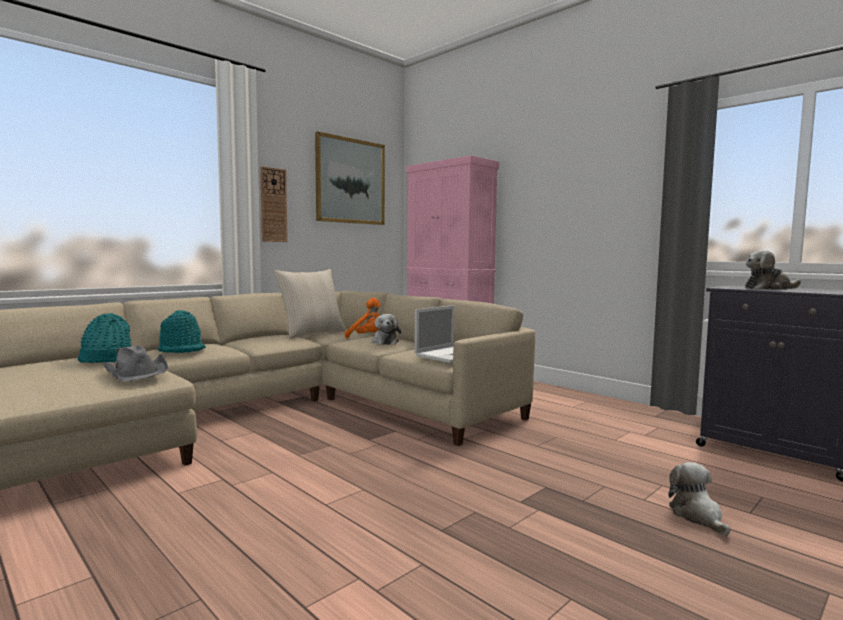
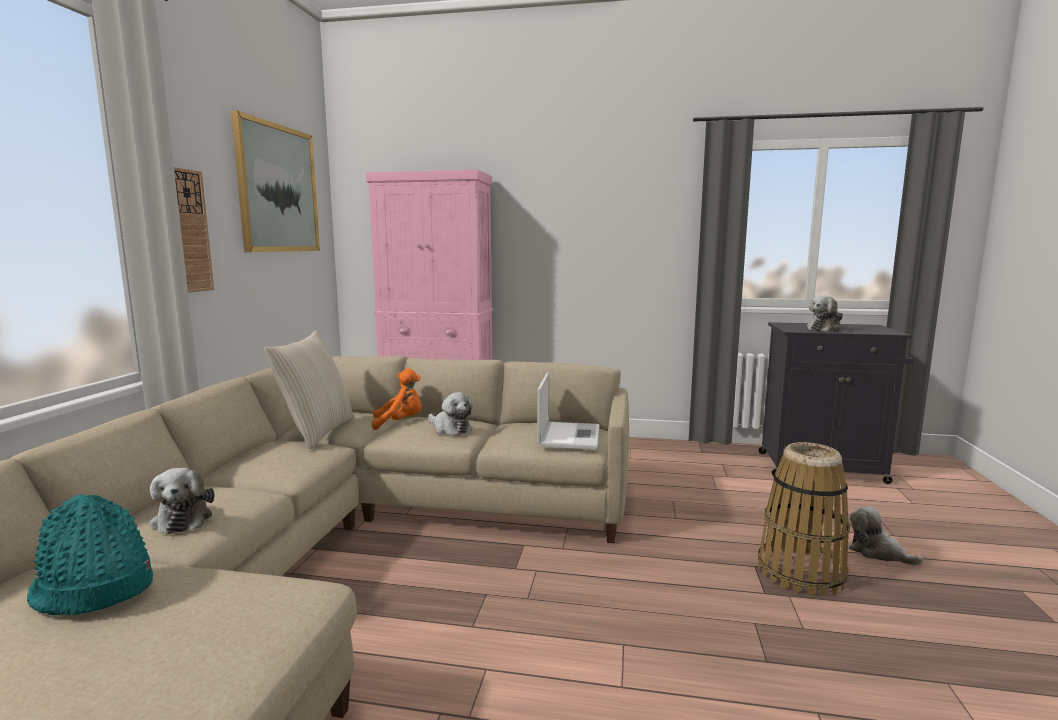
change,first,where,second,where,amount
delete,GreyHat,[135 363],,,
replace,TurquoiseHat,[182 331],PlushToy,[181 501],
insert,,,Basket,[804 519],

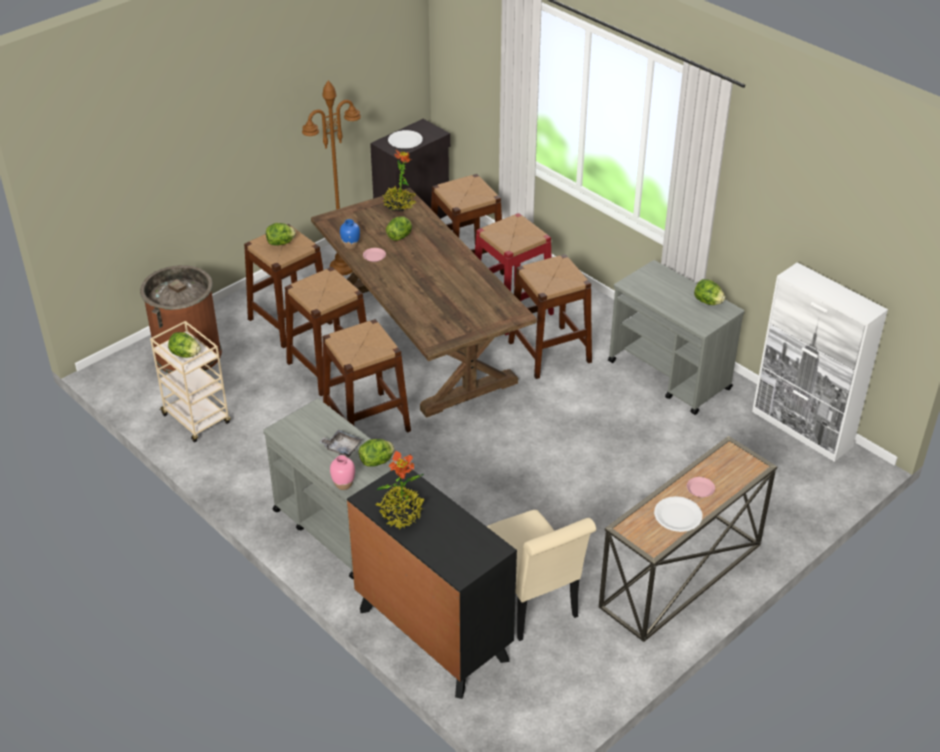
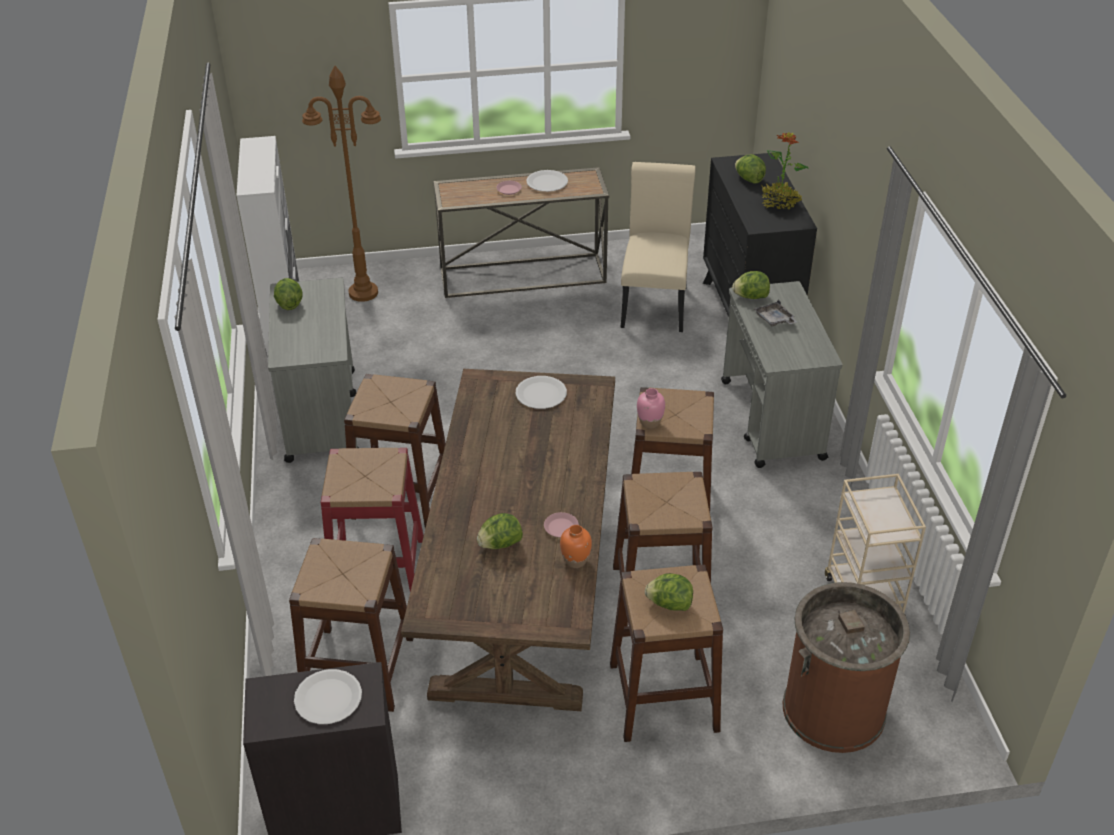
change,first,where,second,where,amount
move,Lettuce,[184 345],,[750 169],
move,BrownFloorLamp,[331 178],,[341 184],
move,PinkVase,[342 472],,[651 408],
recolor,BlueVase,[350 234],OrangeVase,[576 546],
delete,PottedPlant,[399 180],,,
insert,,,WhitePlate,[541 392],

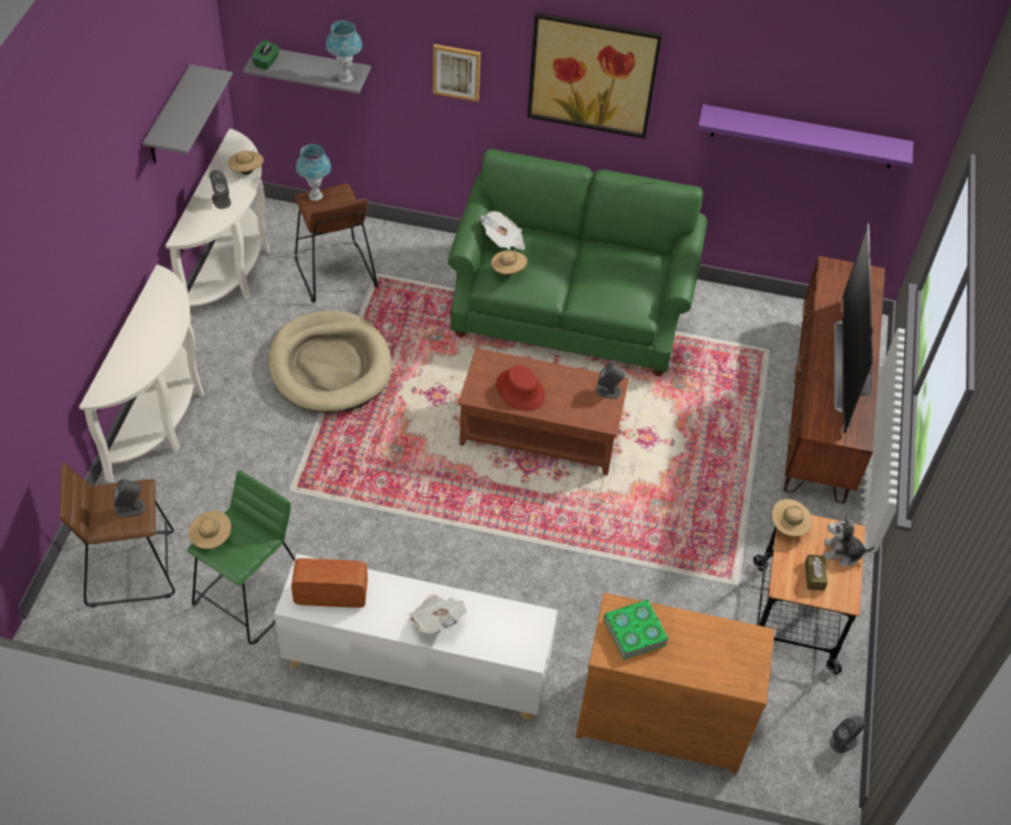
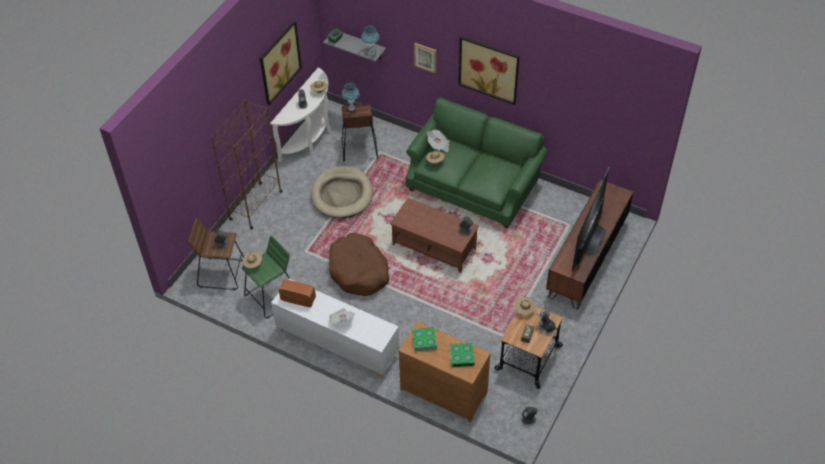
change,first,where,second,where,amount
replace,WhiteConsoleTable,[141 373],BrownBookcase,[247 164],
replace,GreyShelf,[188 114],Picture,[281 63],
delete,RedHat,[520 388],,,
delete,PurpleShelf,[805 136],,,
insert,,,BrownDogBed,[359 264],
insert,,,Book,[462 355],

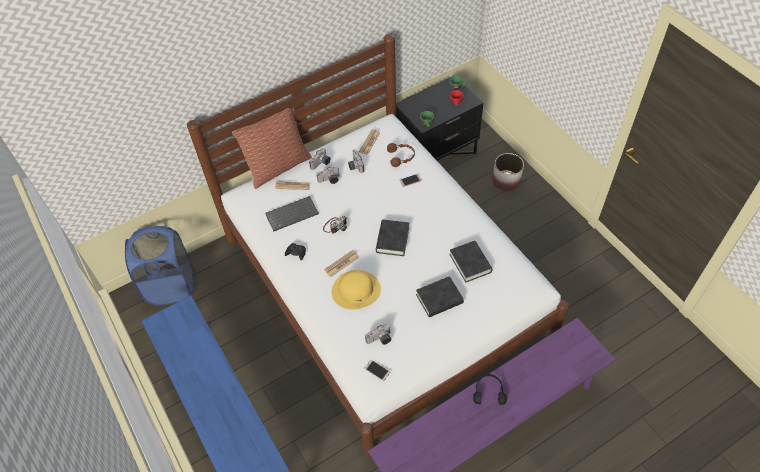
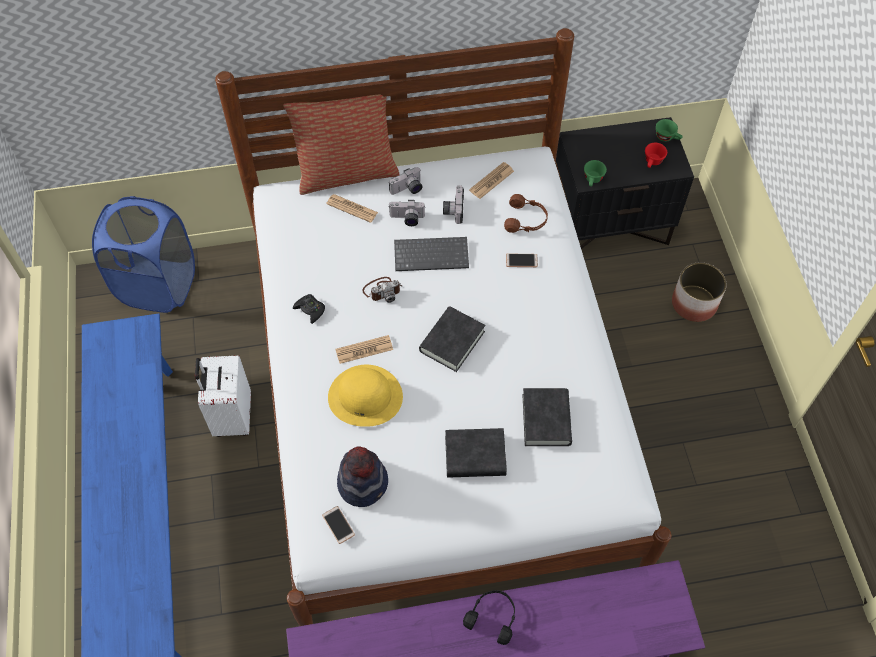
change,first,where,second,where,amount
move,Keyboard,[292 214],,[431 254],
replace,PhotoCamera,[378 334],Hat,[362 477],
insert,,,WhiteSuitcase,[223 396],

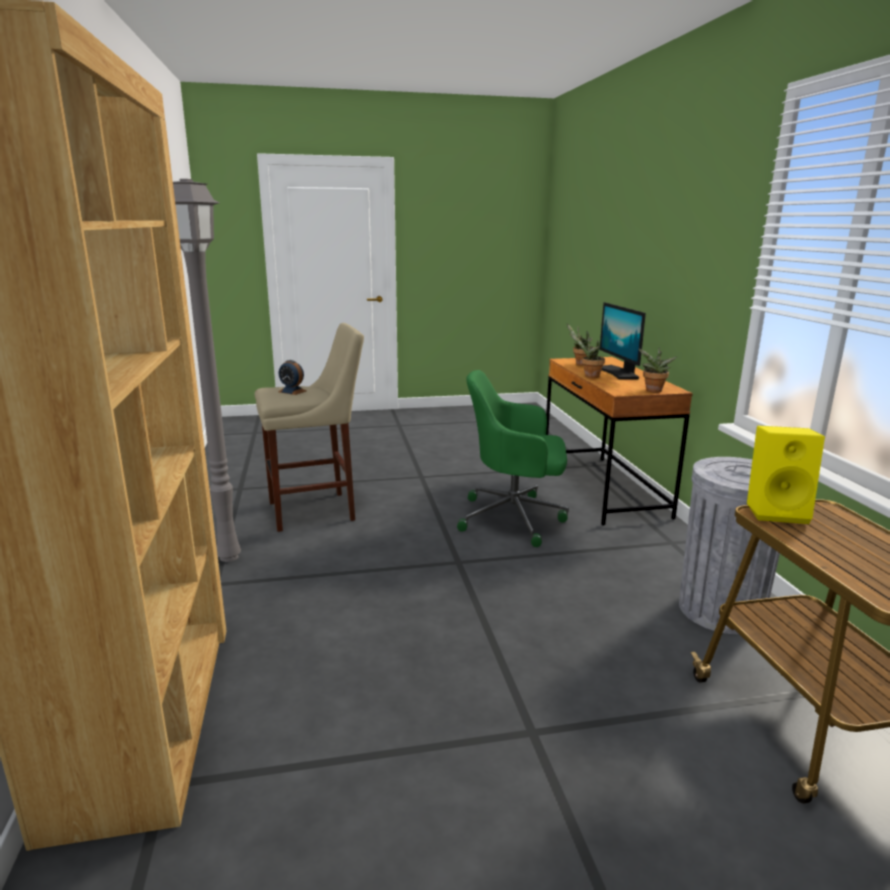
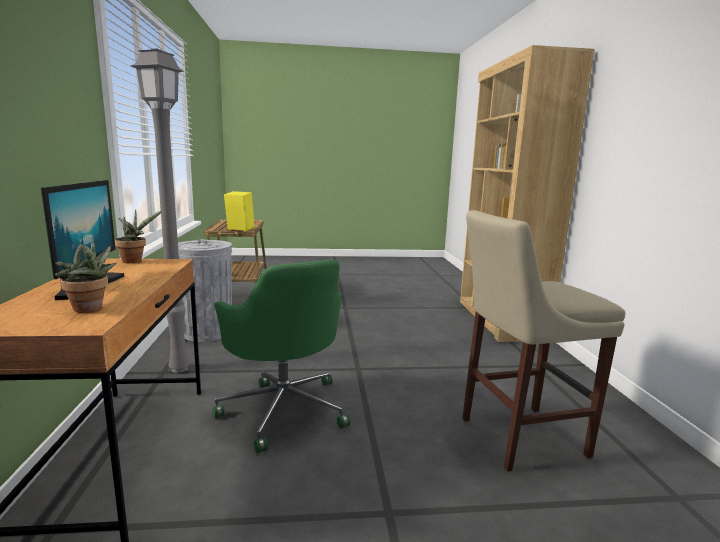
change,first,where,second,where,amount
move,GreyFloorLamp,[207 370],,[160 210],
delete,AlarmClock,[292 377],,,
rotate,GreenOfficeChair,[513 458],,[281 356],45 degrees clockwise
delete,PottedPlant,[587 355],,,

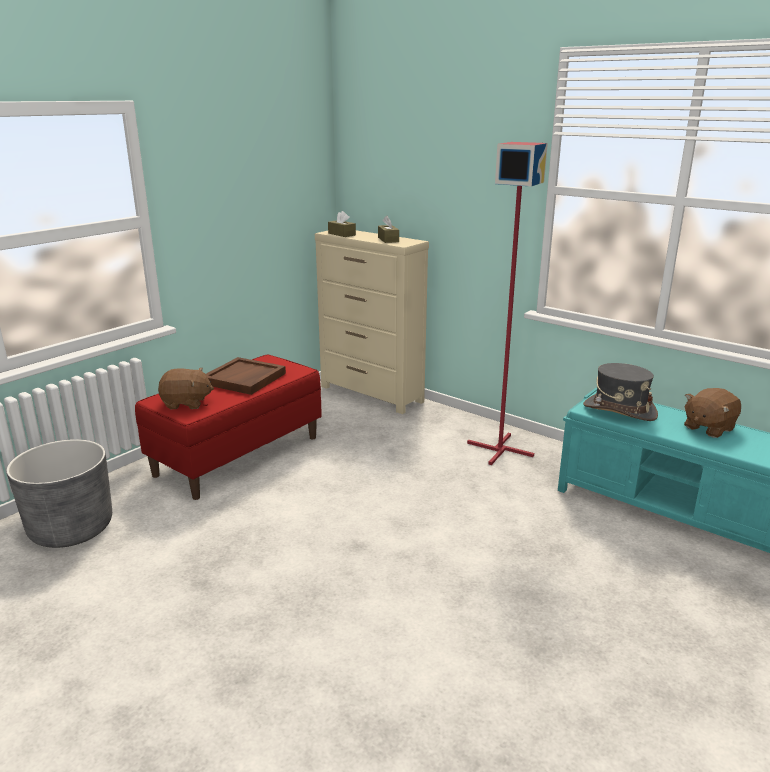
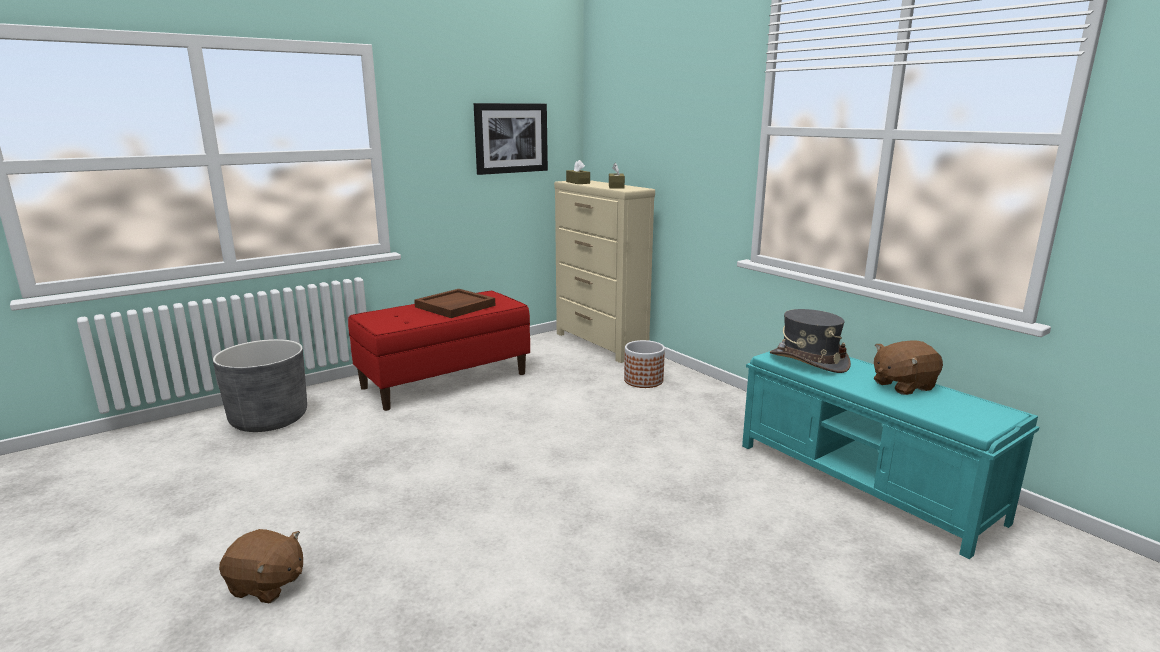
change,first,where,second,where,amount
move,BrownPlushToy,[186 388],,[261 566],
delete,RedFloorLamp,[507 303],,,
insert,,,Picture,[511 139],
insert,,,Planter,[644 364],

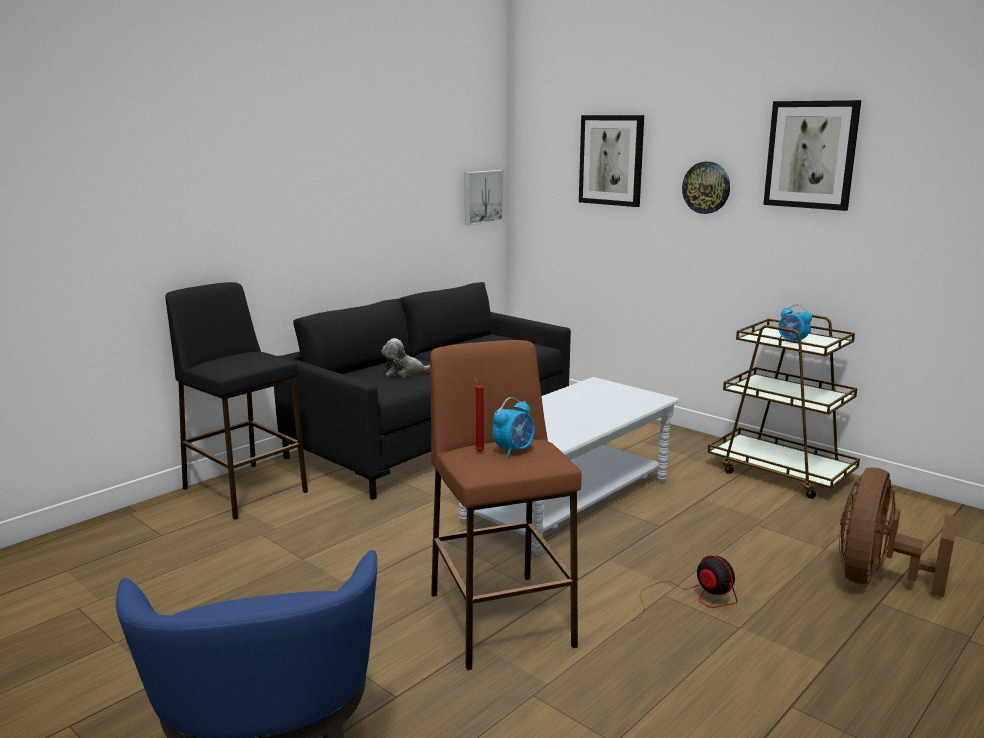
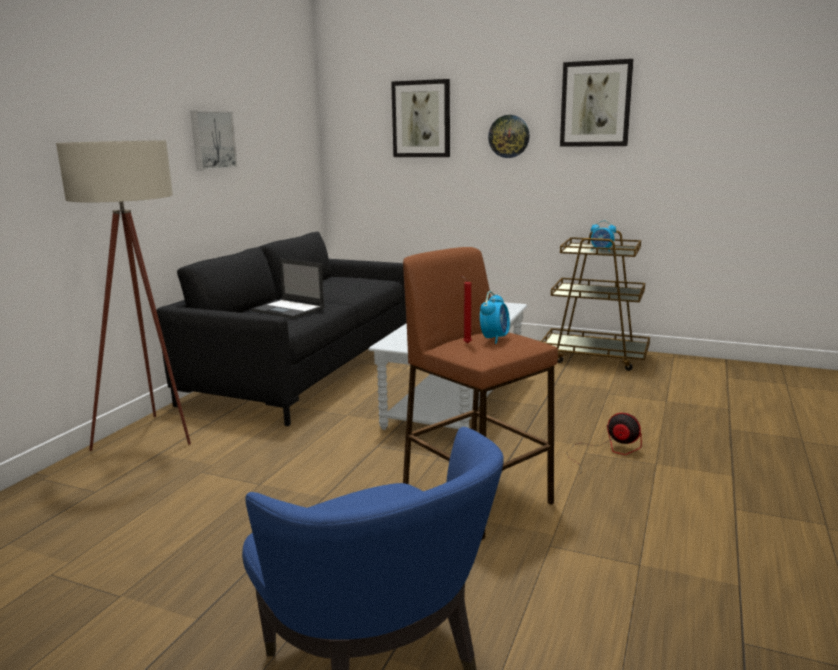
change,first,where,second,where,amount
replace,BlackStool,[236 401],BeigeFloorLamp,[123 296],
replace,PlushToy,[405 357],Laptop,[288 288],
move,Picture,[484 197],,[214 141],
delete,BrownFan,[898 532],,,

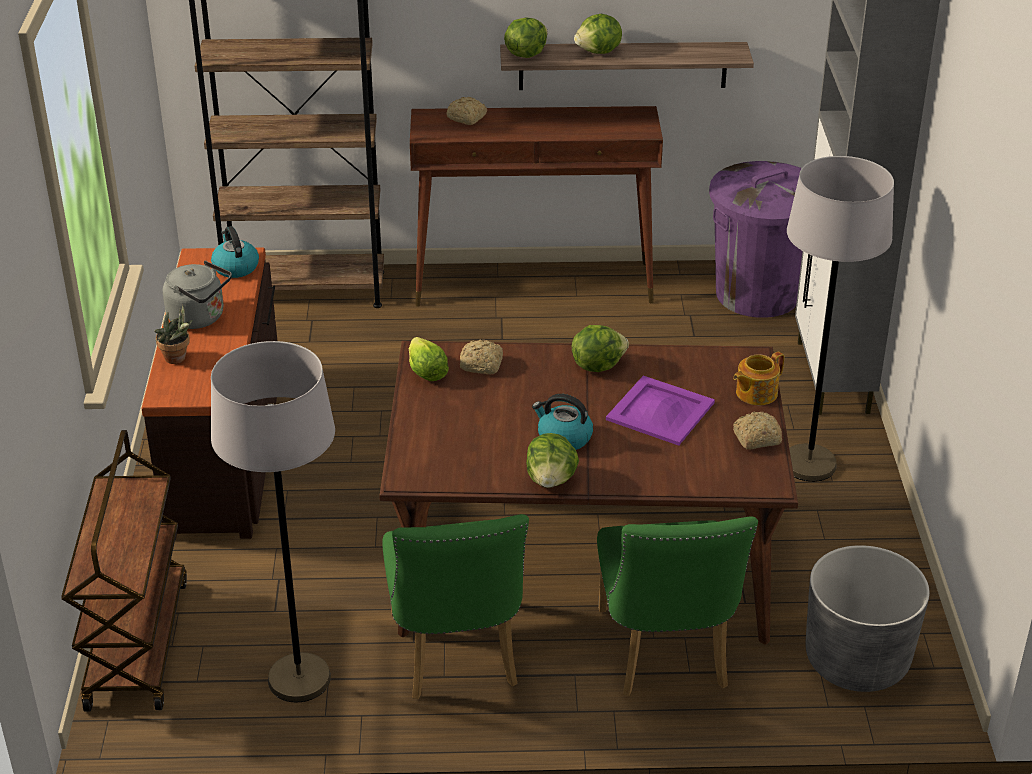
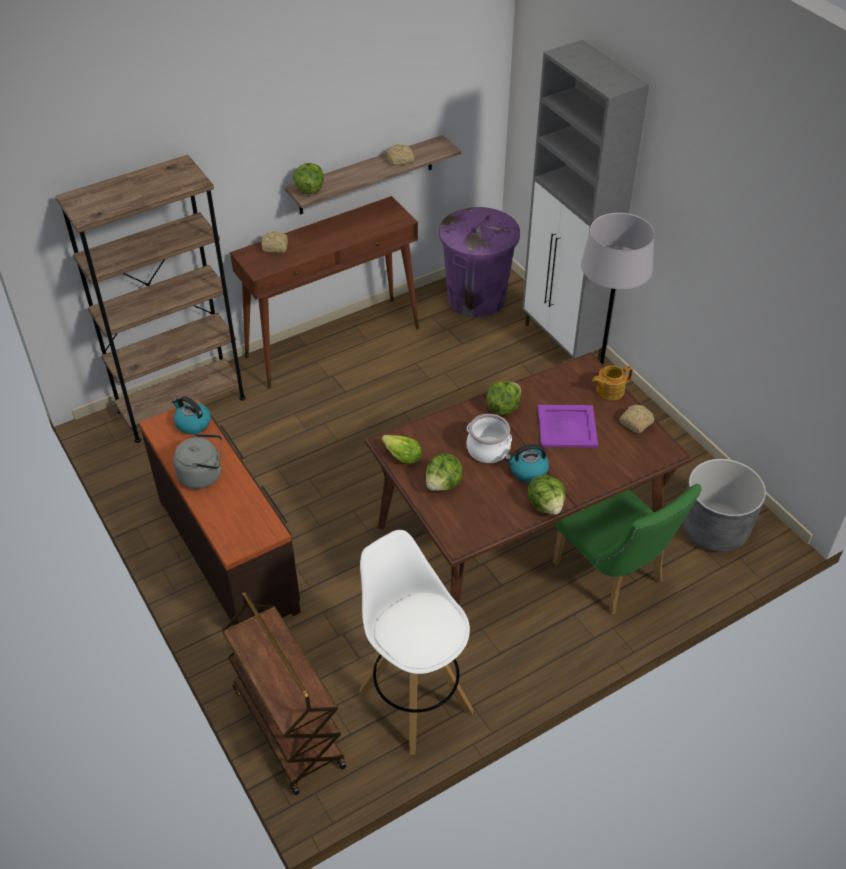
change,first,where,second,where,amount
delete,PottedPlant,[173 334],,,
replace,GreyFloorLamp,[273 521],WhiteStool,[416 642],
delete,GreenChair,[455 606],,,
move,Bread,[481 357],,[400 155],
move,Lettuce,[598 34],,[444 472],
rotate,Teapot,[758 378],,[612 382],45 degrees clockwise
insert,,,CookingPot,[489 438],

